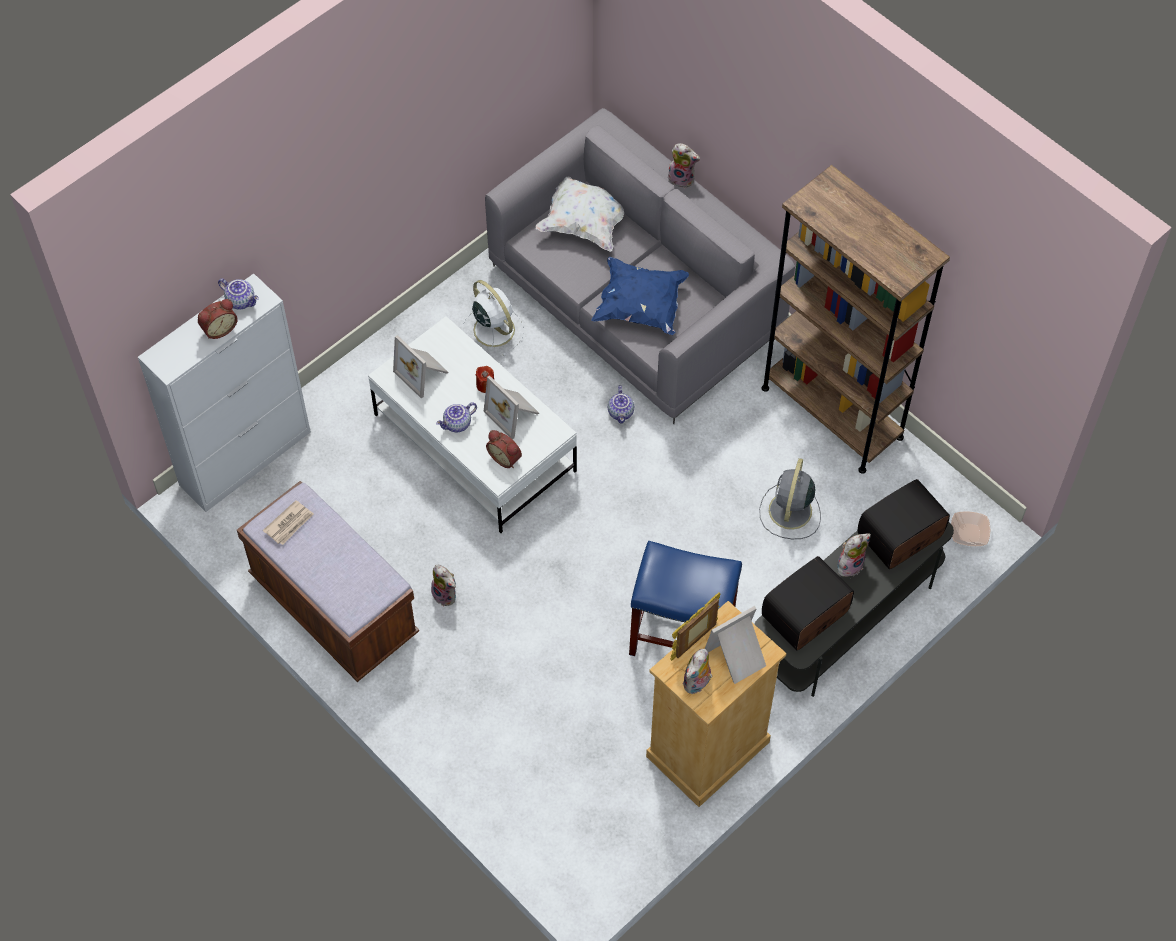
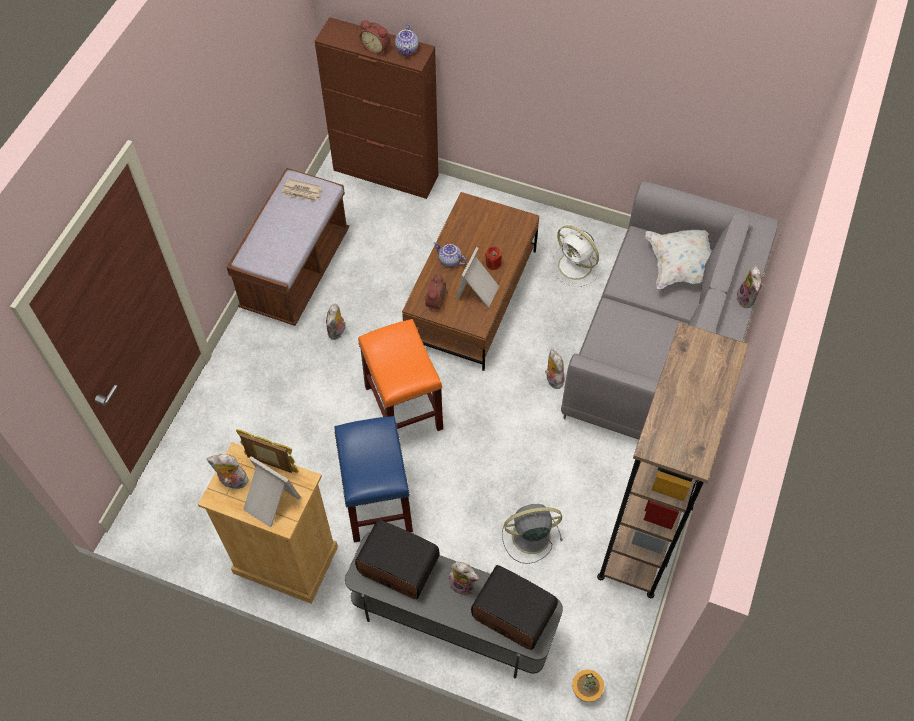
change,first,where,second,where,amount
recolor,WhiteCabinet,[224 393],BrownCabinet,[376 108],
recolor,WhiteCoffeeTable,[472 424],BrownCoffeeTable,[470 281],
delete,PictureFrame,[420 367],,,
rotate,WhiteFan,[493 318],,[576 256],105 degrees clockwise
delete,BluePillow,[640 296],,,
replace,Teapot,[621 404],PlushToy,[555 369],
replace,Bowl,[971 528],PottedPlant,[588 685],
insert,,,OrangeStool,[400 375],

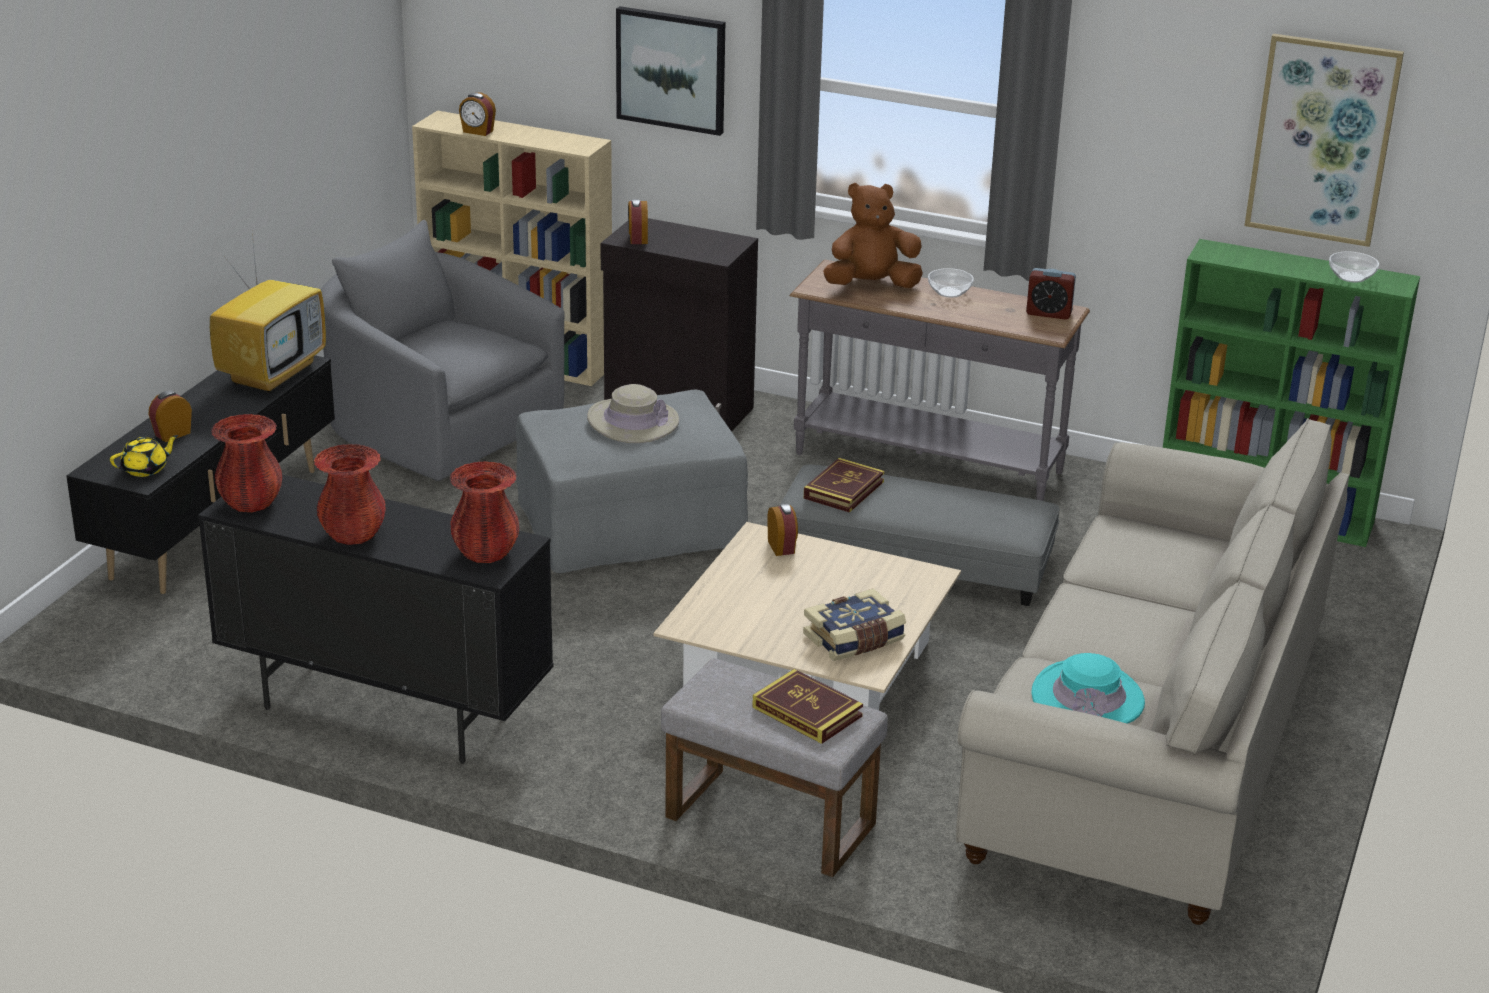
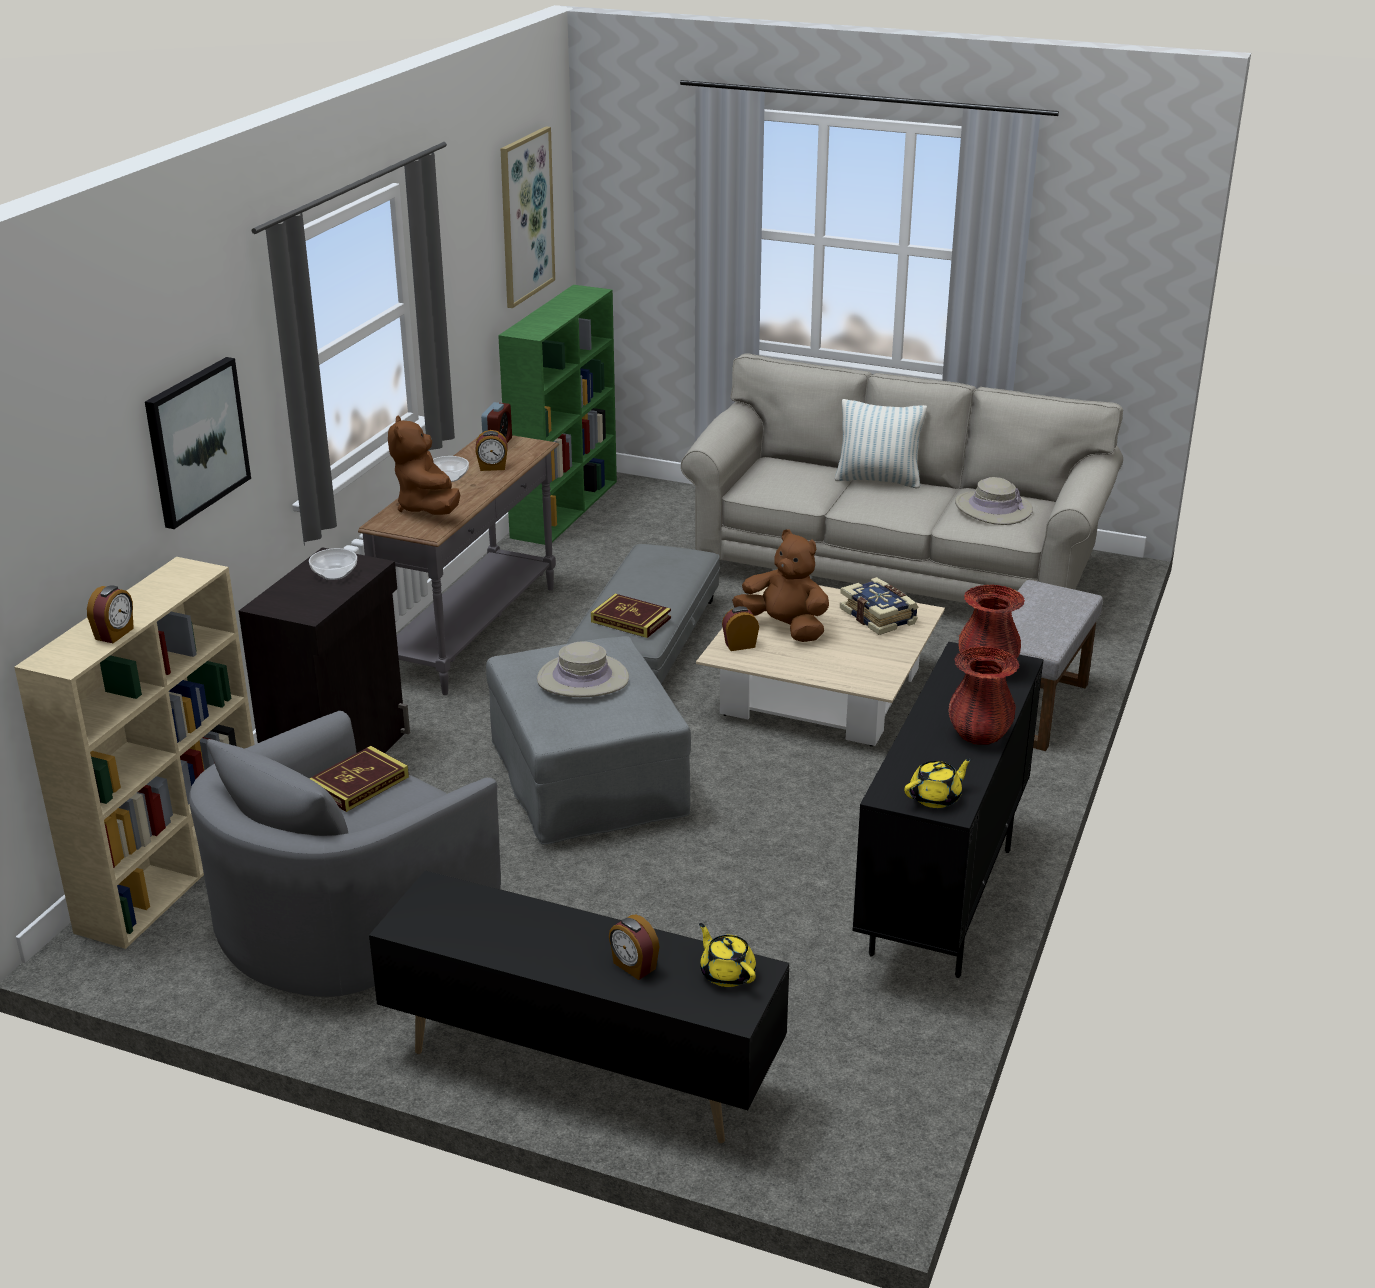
change,first,where,second,where,amount
delete,Television,[268 313],,,
replace,RedVase,[247 463],YellowTeapot,[938 783],
move,AlarmClock,[638 221],,[491 450],
move,Book,[807 706],,[359 779],
recolor,TurquoiseHat,[1088 688],BeigeHat,[994 501],
move,Bowl,[1354 267],,[333 564],
insert,,,BrownPlushToy,[780 585],
insert,,,Pillow,[881 443],

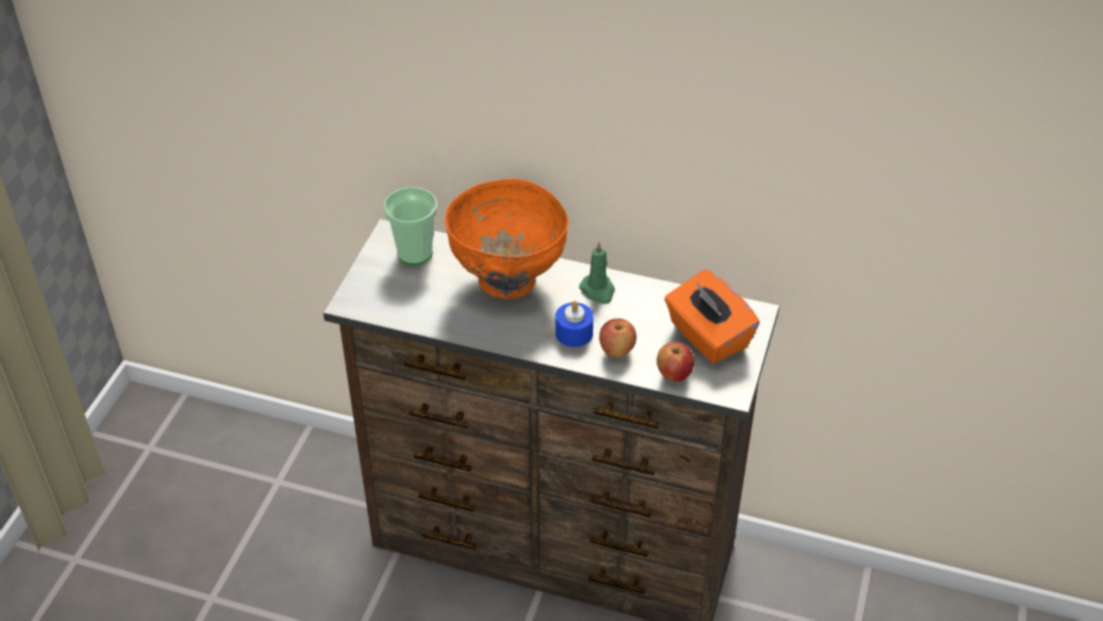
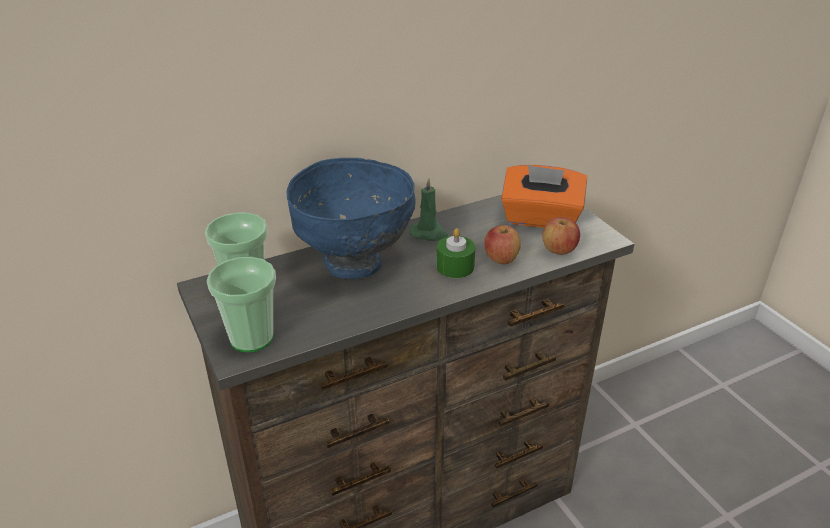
change,first,where,second,where,amount
recolor,OrangeBowl,[507 239],BlueBowl,[351 218],
recolor,BlueCandle,[574 324],GreenCandle,[455 253],
insert,,,Cup,[241 304],

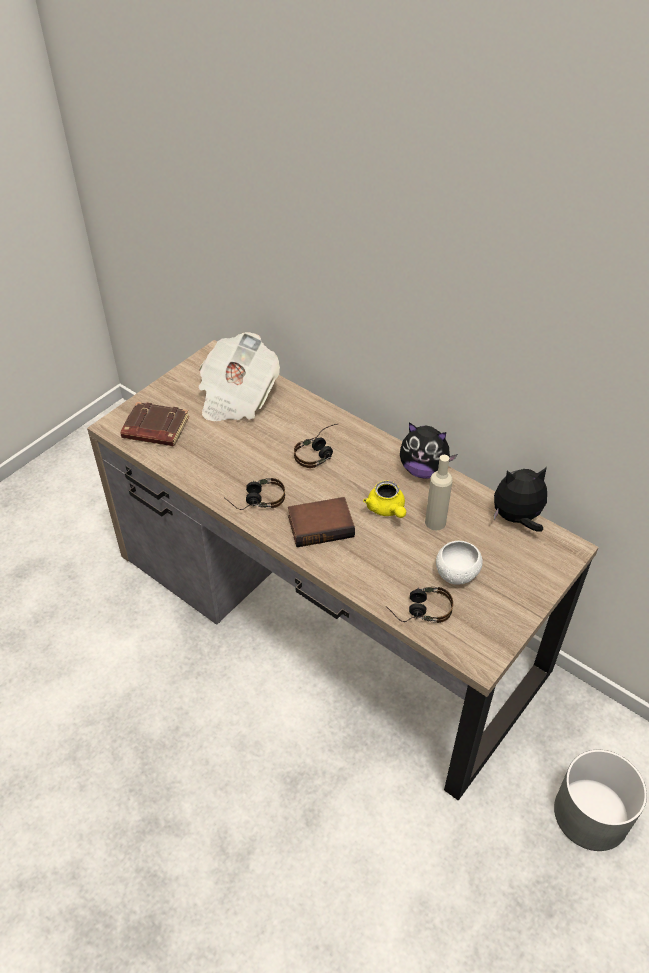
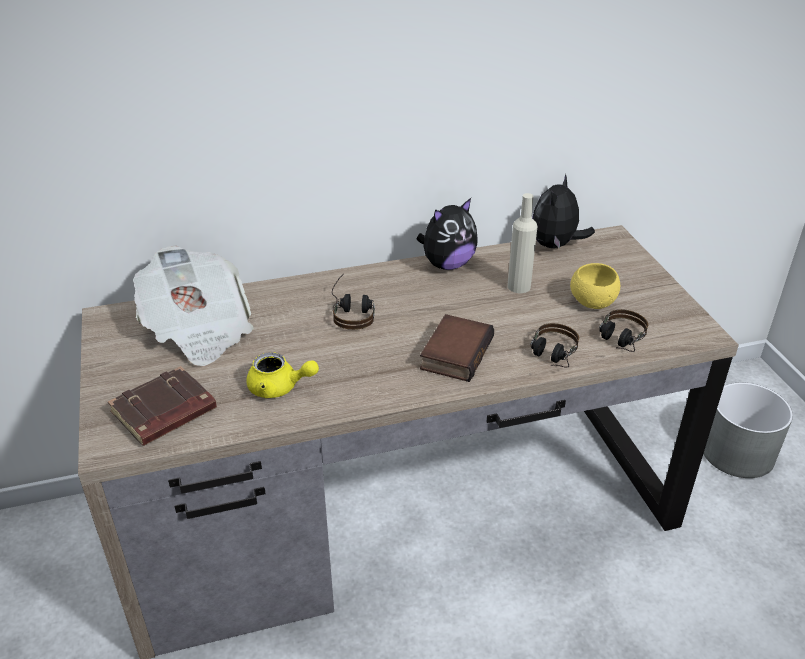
change,first,where,second,where,amount
move,Headphones,[254 494],,[555 345],
move,YellowTeapot,[384 499],,[282 375],
recolor,WhiteBowl,[459 563],YellowBowl,[595 286],

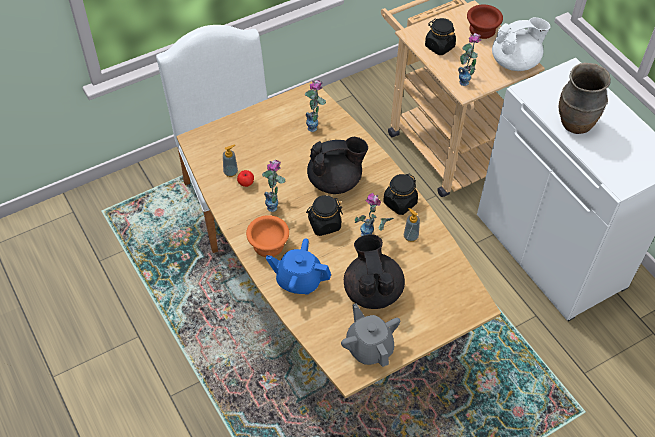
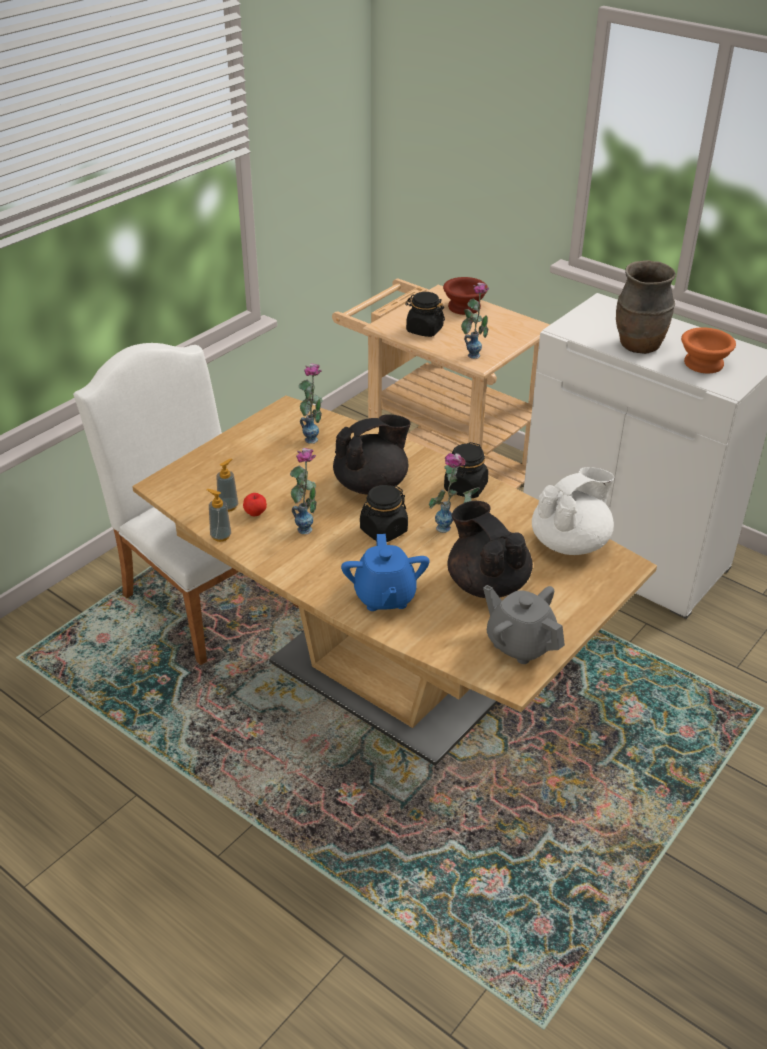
change,first,where,second,where,amount
move,OrangeBowl,[267 236],,[708 350],
rotate,BlueTeapot,[298 266],,[385 572],90 degrees counterclockwise
move,SoapDispenser,[412 225],,[219 515],
move,WhiteTeapot,[521 44],,[573 511],

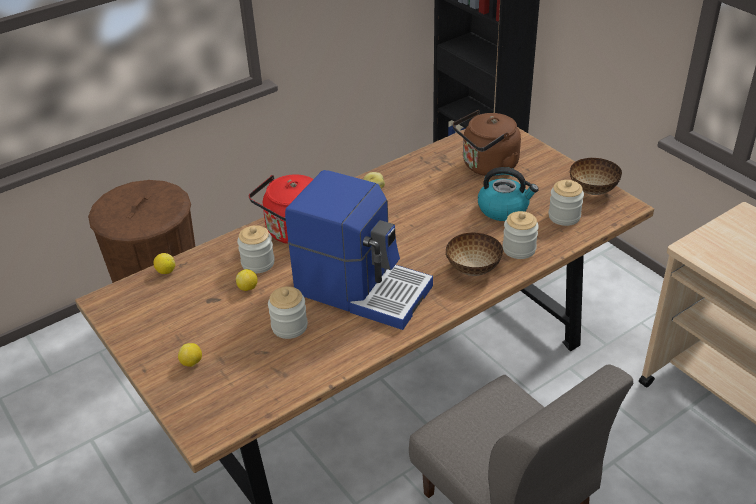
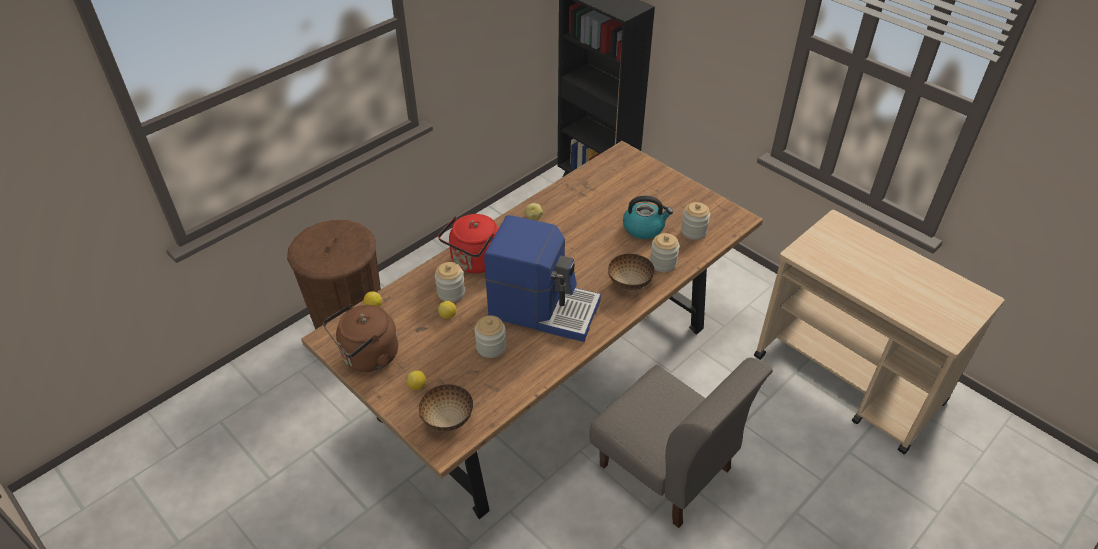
change,first,where,second,where,amount
move,BrownKettle,[487 143],,[360 338],
move,Bowl,[596 176],,[446 407],

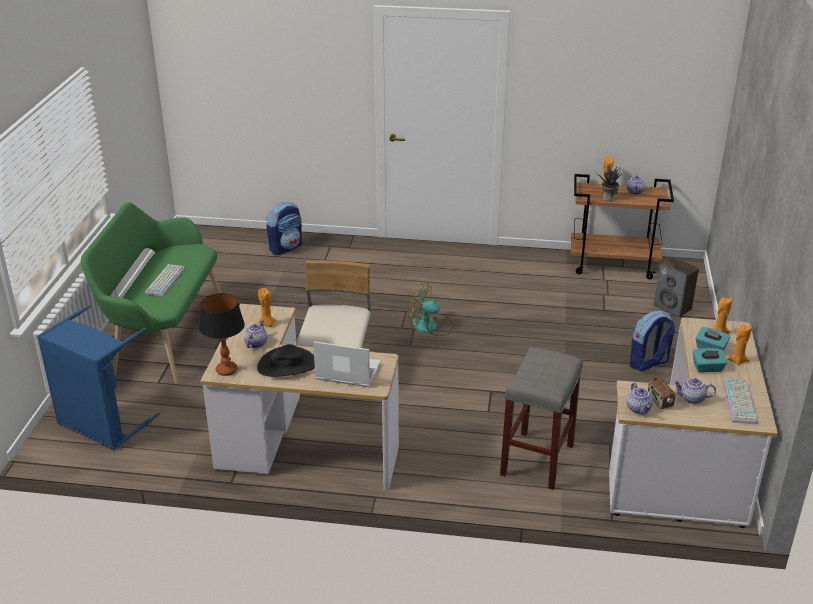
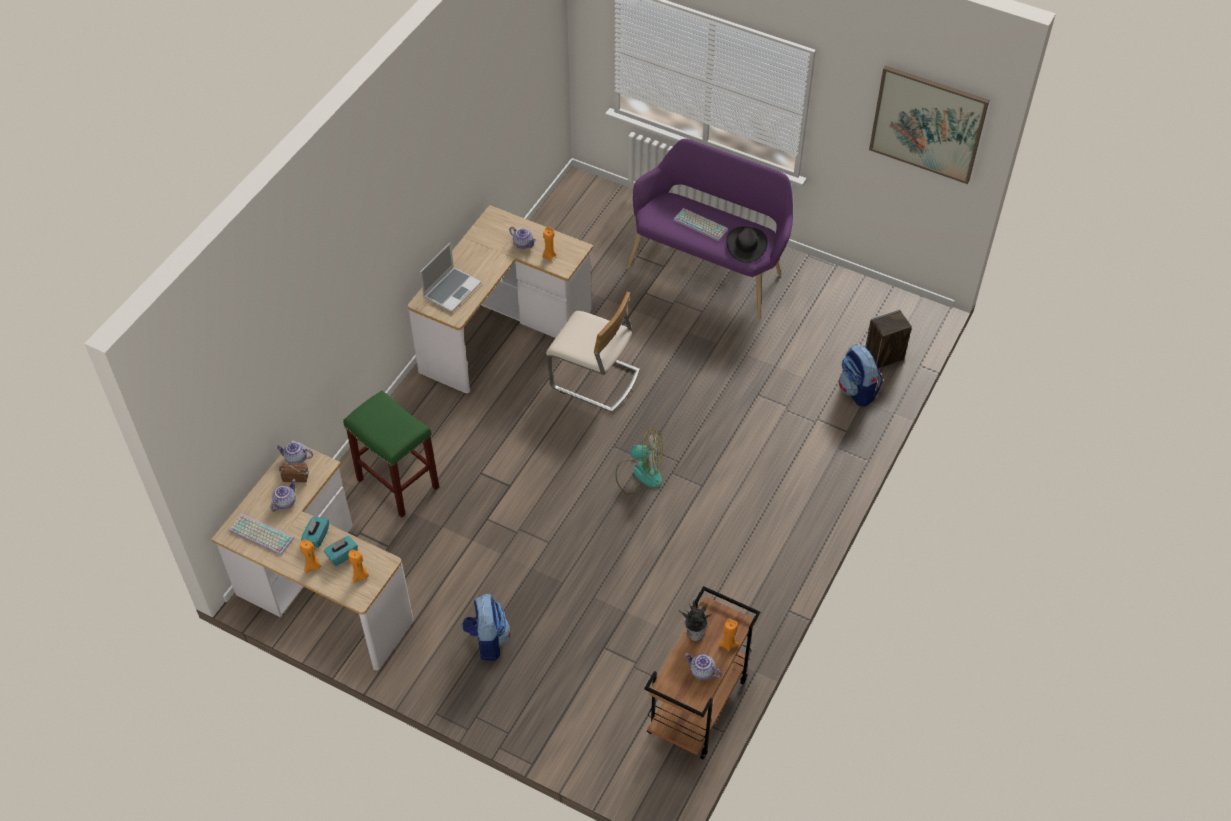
change,first,where,second,where,amount
delete,BlueLaundryBasket,[98 377],,,
recolor,GreenBench,[151 293],PurpleBench,[710 229],
delete,TableLamp,[222 334],,,
move,BlackHat,[286 360],,[747 244],
rotate,Fan,[430 309],,[639 462],60 degrees clockwise
recolor,GreyStool,[541 418],GreenStool,[391 454],
move,Speaker,[676 287],,[888 339],
insert,,,Picture,[929 125],

